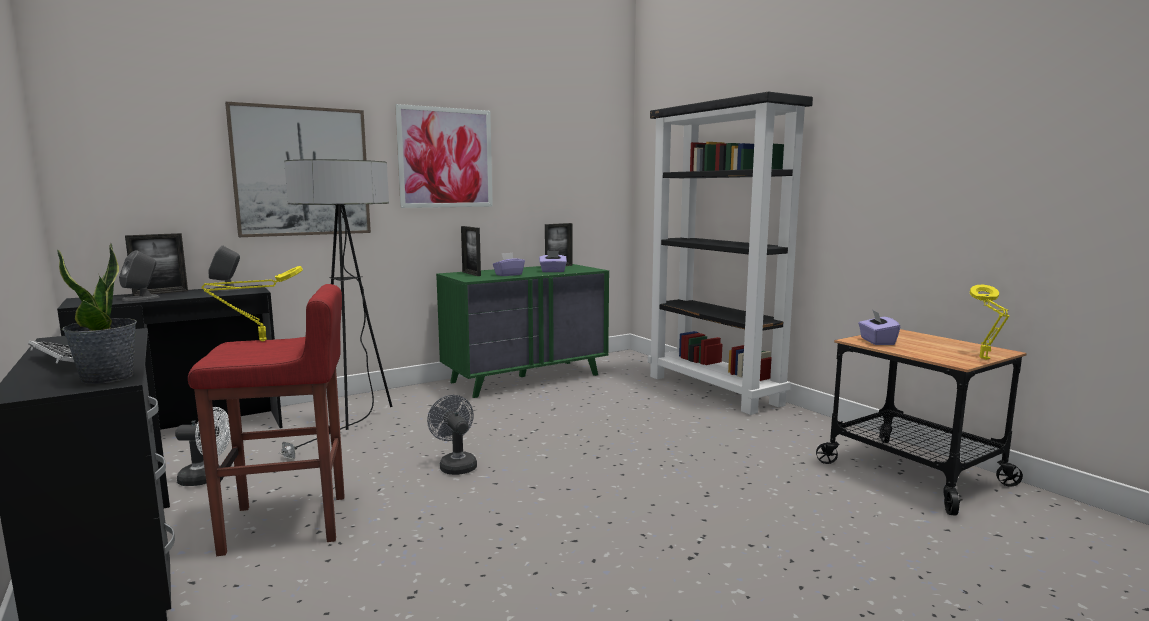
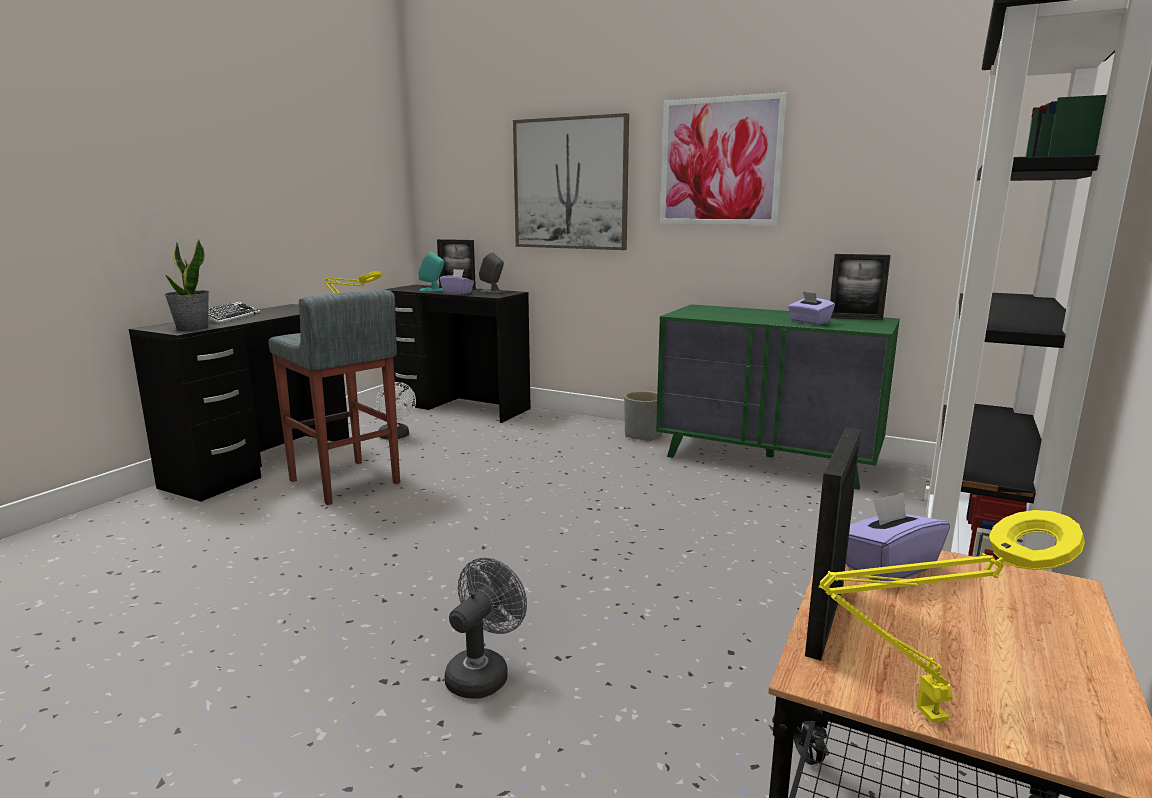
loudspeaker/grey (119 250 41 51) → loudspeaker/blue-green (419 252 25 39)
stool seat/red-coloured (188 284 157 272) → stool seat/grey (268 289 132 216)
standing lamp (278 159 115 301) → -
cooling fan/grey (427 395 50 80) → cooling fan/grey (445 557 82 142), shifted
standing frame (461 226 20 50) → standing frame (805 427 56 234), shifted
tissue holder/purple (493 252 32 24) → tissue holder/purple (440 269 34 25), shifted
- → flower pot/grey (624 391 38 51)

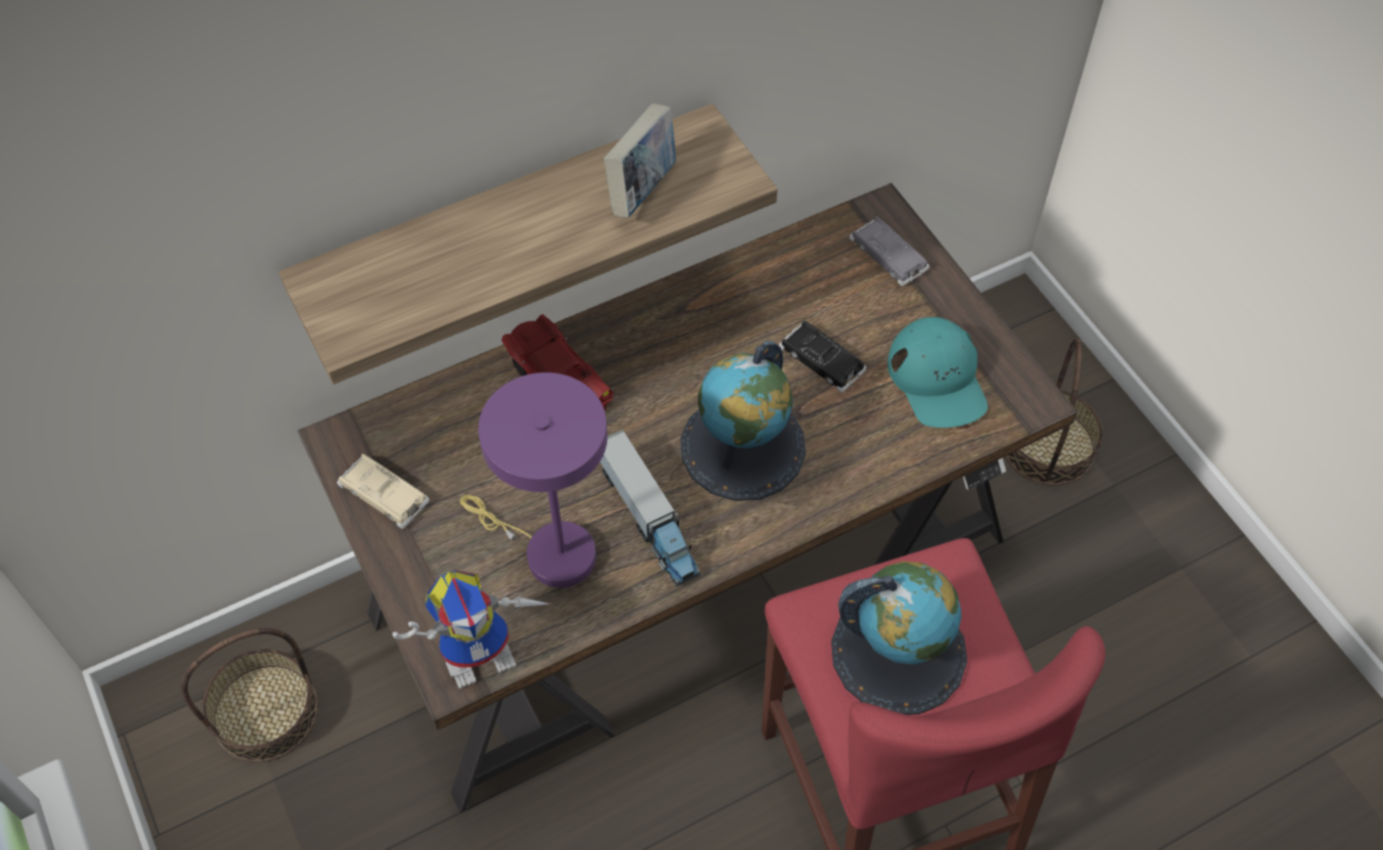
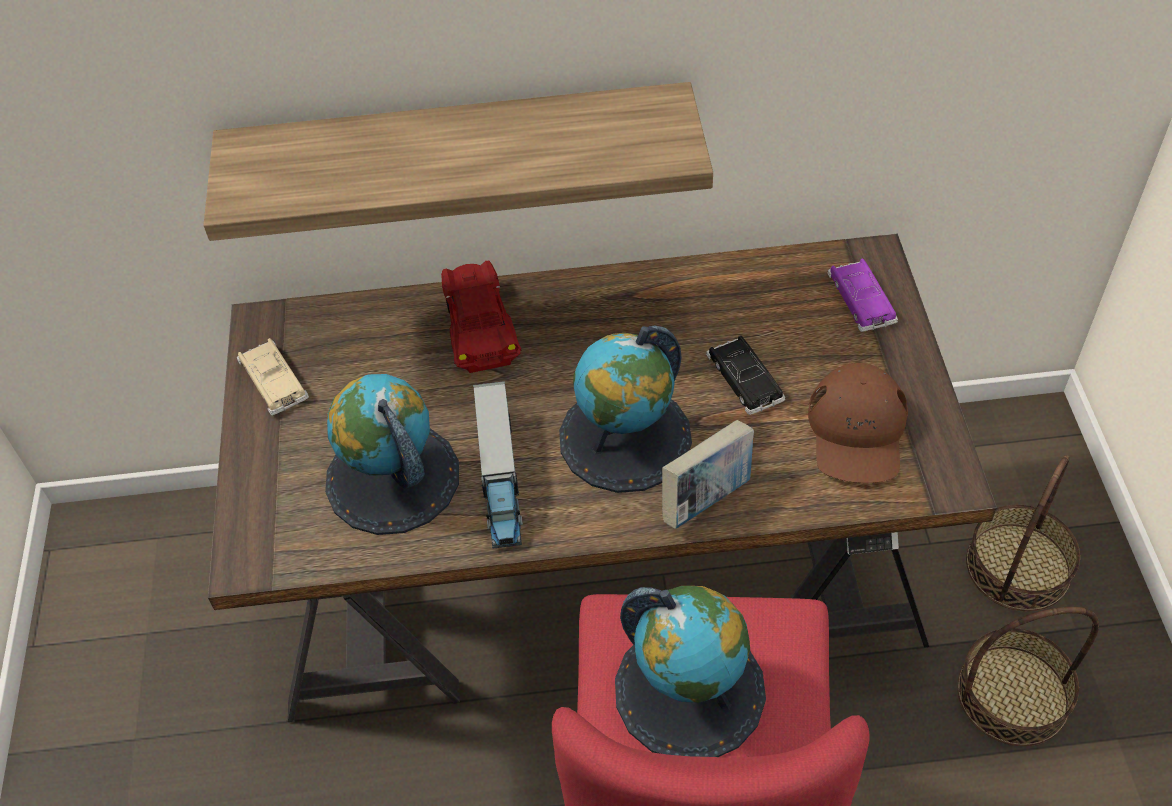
household basket (181 628 137 134) → household basket (957 607 142 139), shifted
toy robot (392 570 158 119) → -
table lamp/purple (460 372 147 216) → desk globe (325 374 134 161)
bound book (604 104 72 114) → bound book (662 420 92 109), shifted
miniature car/grey (849 217 80 69) → miniature car/purple (827 259 71 73)
baseball cap/blue-green (888 317 100 111) → baseball cap/brown (808 363 100 120)

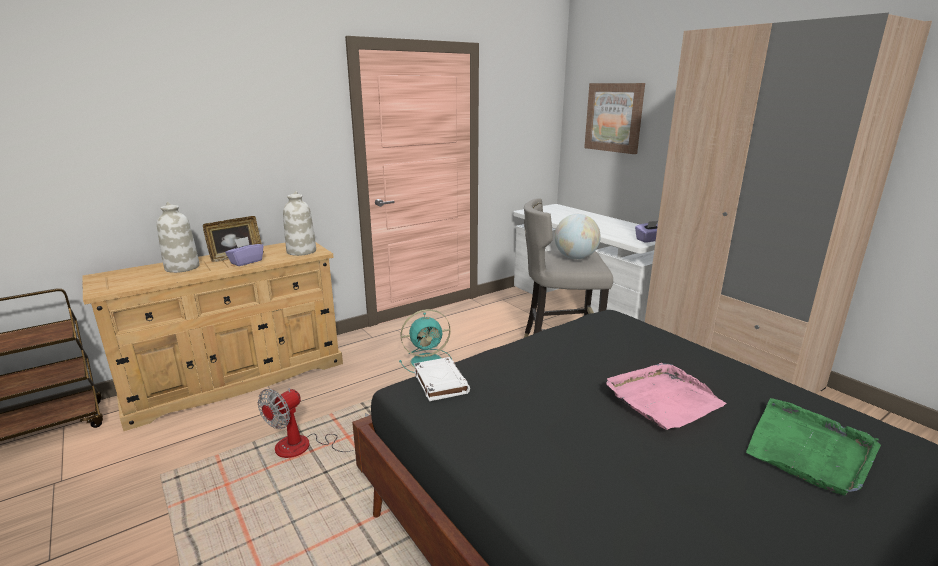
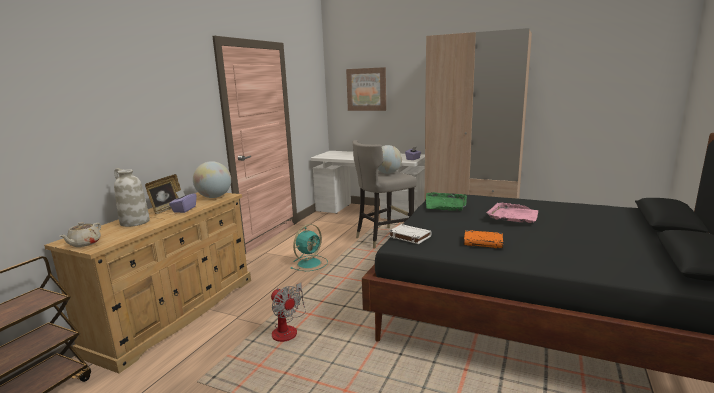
cooling fan (258 388 111 70) → cooling fan (271 283 35 59), 45 degrees counterclockwise
vase/white (283 191 33 65) → desk globe (193 161 38 37)
tray/green-coloured (746 398 135 98) → tray/green-coloured (426 192 41 19), shifted
- → pot for tea/beige (60 222 41 25)
- → bound book/orange (464 230 39 18)

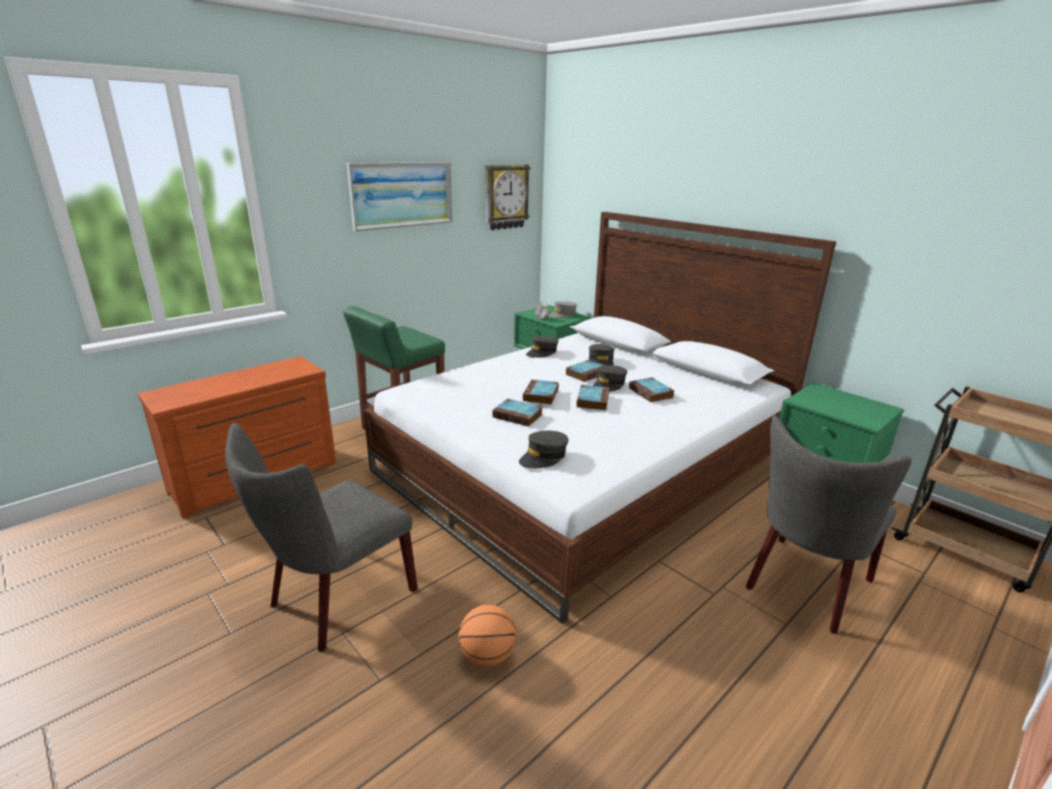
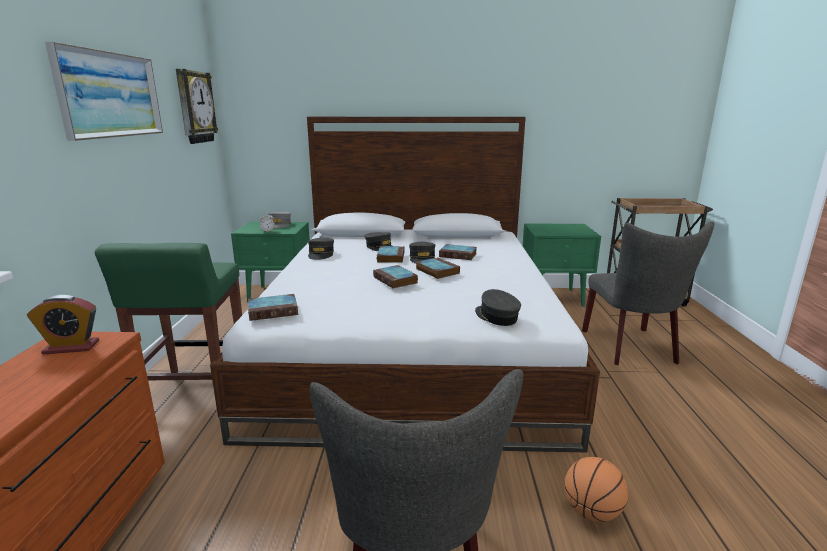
bound book (492 399 50 27) → bound book (248 294 50 27), shifted
baseball cap/grey (519 431 49 38) → baseball cap/grey (475 289 46 37), 150 degrees clockwise
- → bedside clock (27 295 72 59)

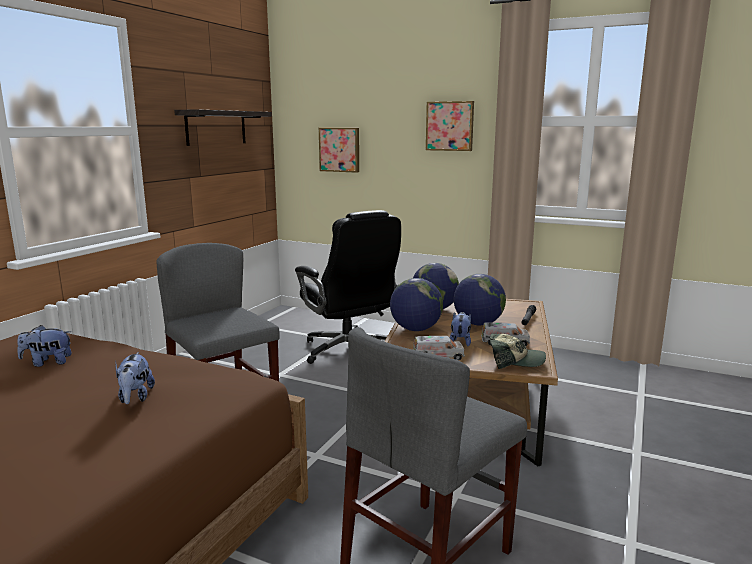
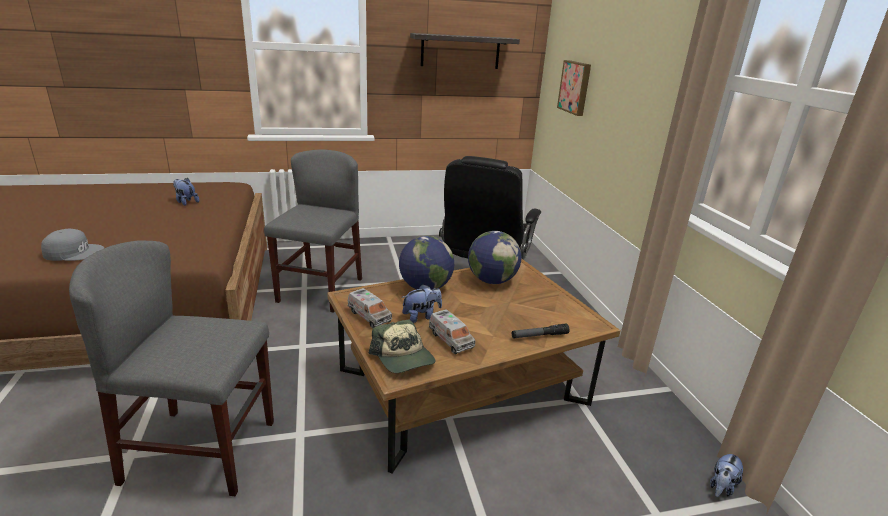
soft toy (116 352 39 52) → soft toy (710 454 33 43), shifted
picture (426 101 48 50) → -
desk globe (454 274 52 51) → -
- → baseball cap/grey (41 229 63 32)

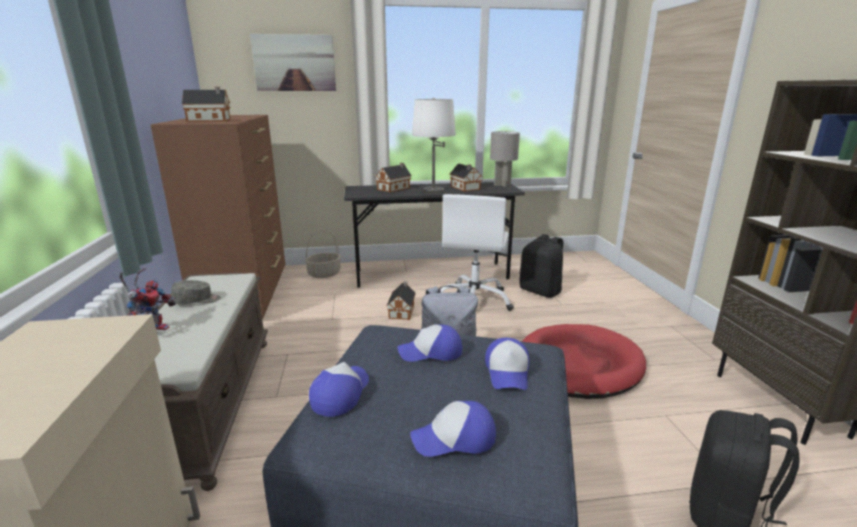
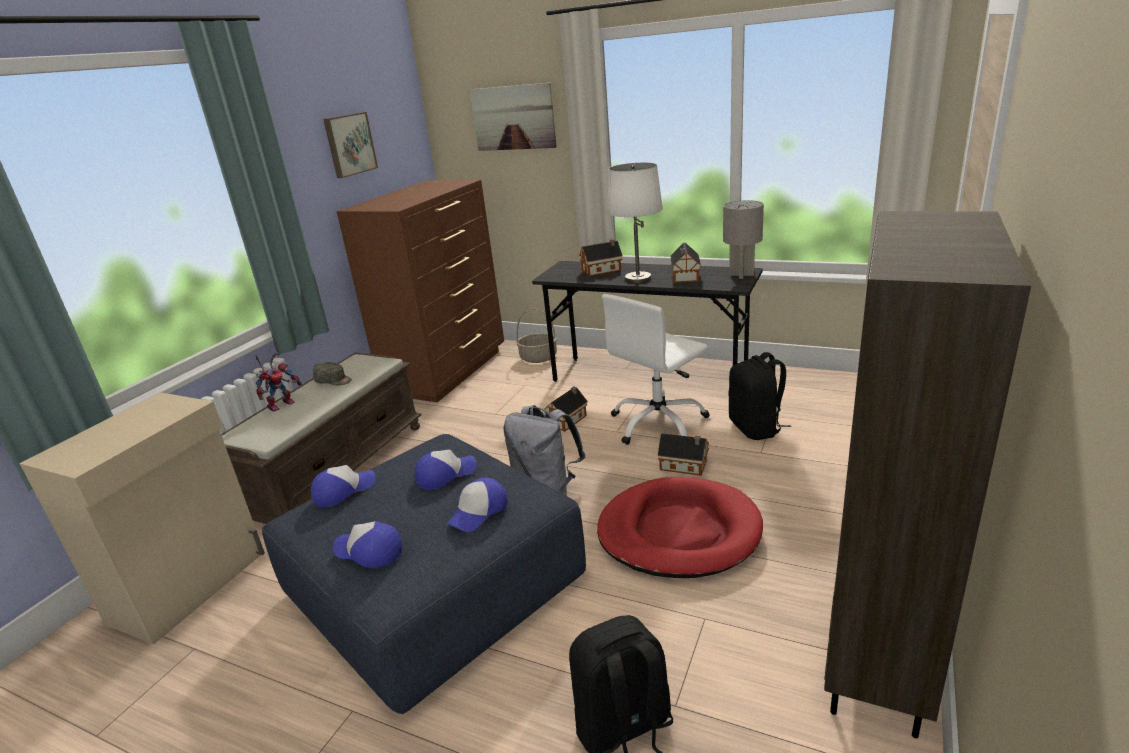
miniature house (182 87 49 35) → miniature house (658 434 51 42), shifted
baseball cap (398 324 64 38) → baseball cap (414 449 63 41), 120 degrees clockwise
- → picture (323 112 55 66)

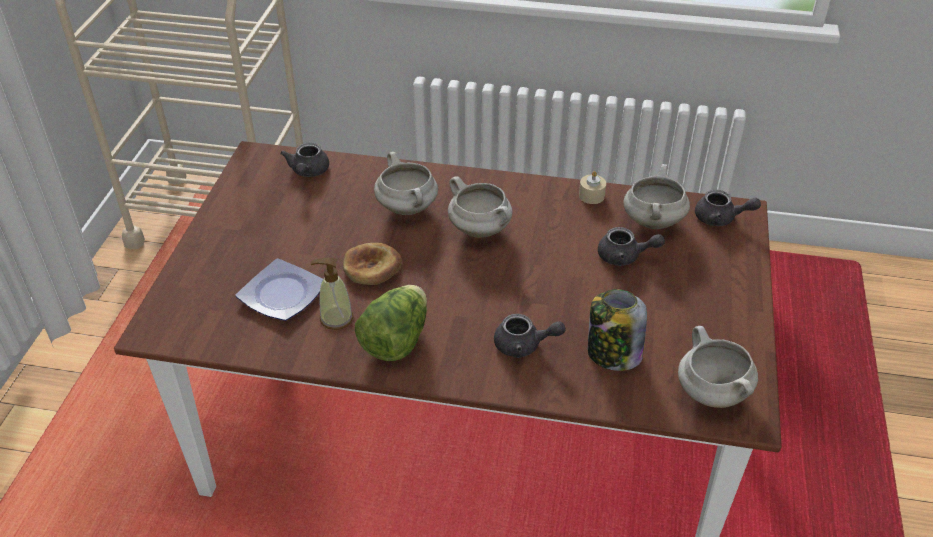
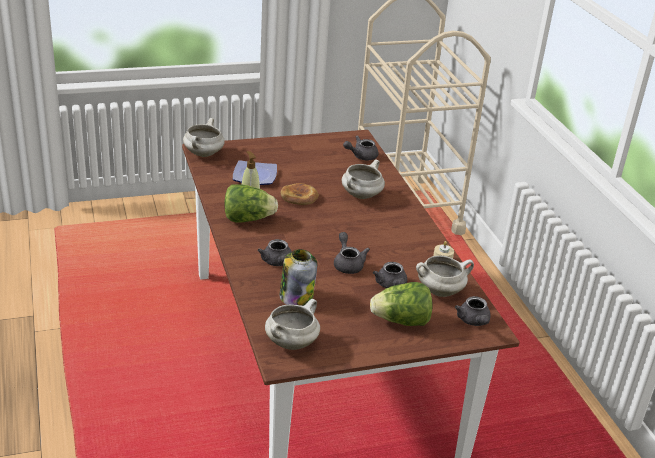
stockpot/white (448 176 65 62) → stockpot/white (183 118 42 39), shifted
- → pot for tea/grey (334 232 36 42)
- → lettuce head (370 282 63 44)

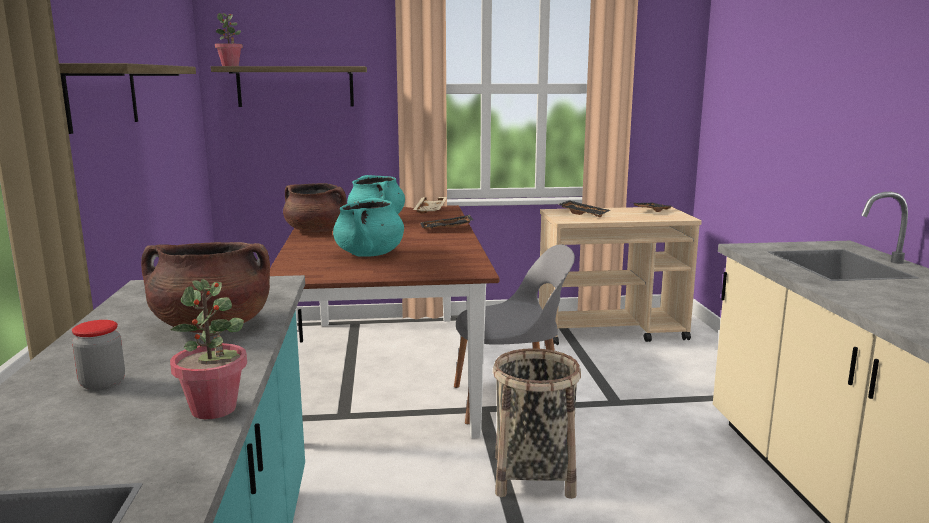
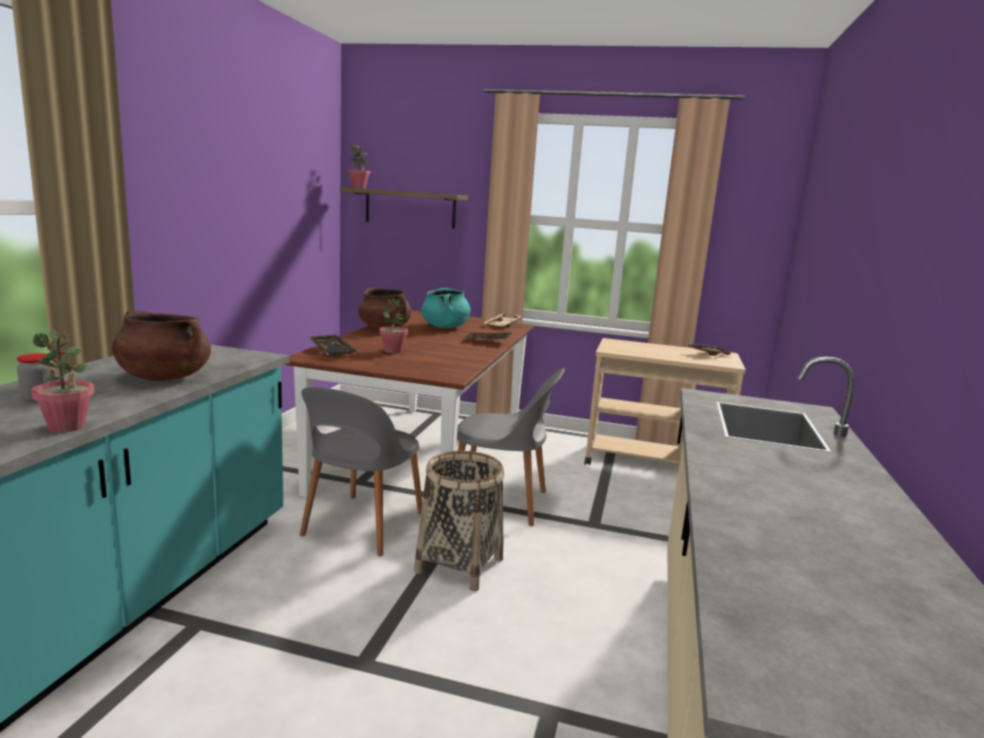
bracket shelf (59 63 137 71) → -
stockpot/blue-green (333 198 71 59) → houseplant (379 297 29 56)
tray/blackish (558 200 52 18) → tray/blackish (309 335 48 23), shifted
- → chair/grey (300 387 122 169)

